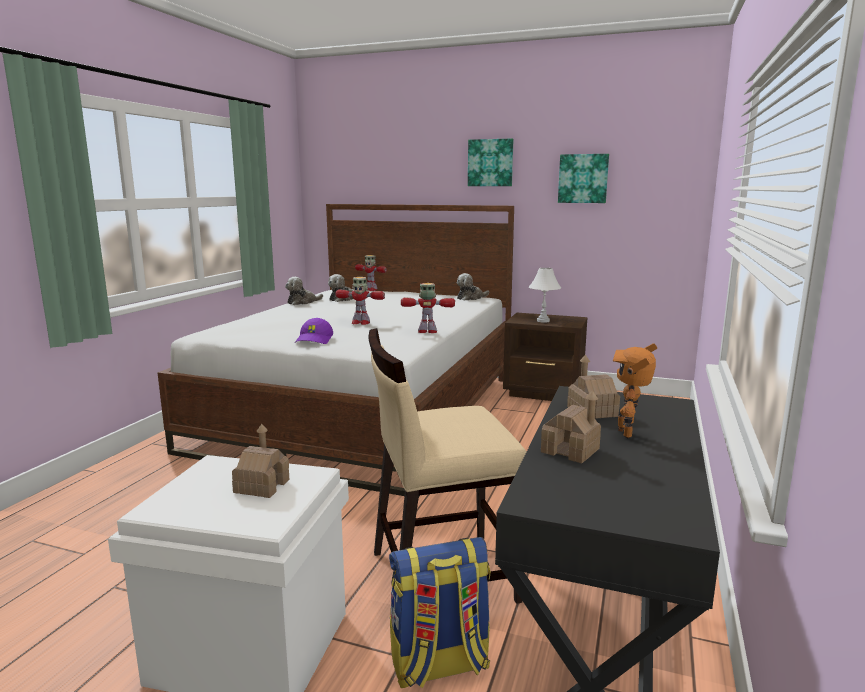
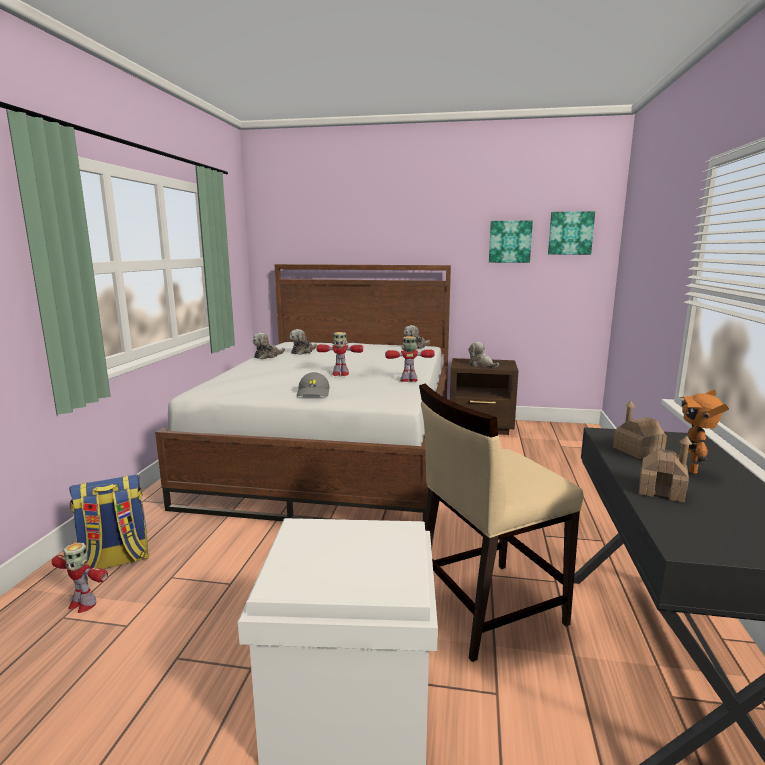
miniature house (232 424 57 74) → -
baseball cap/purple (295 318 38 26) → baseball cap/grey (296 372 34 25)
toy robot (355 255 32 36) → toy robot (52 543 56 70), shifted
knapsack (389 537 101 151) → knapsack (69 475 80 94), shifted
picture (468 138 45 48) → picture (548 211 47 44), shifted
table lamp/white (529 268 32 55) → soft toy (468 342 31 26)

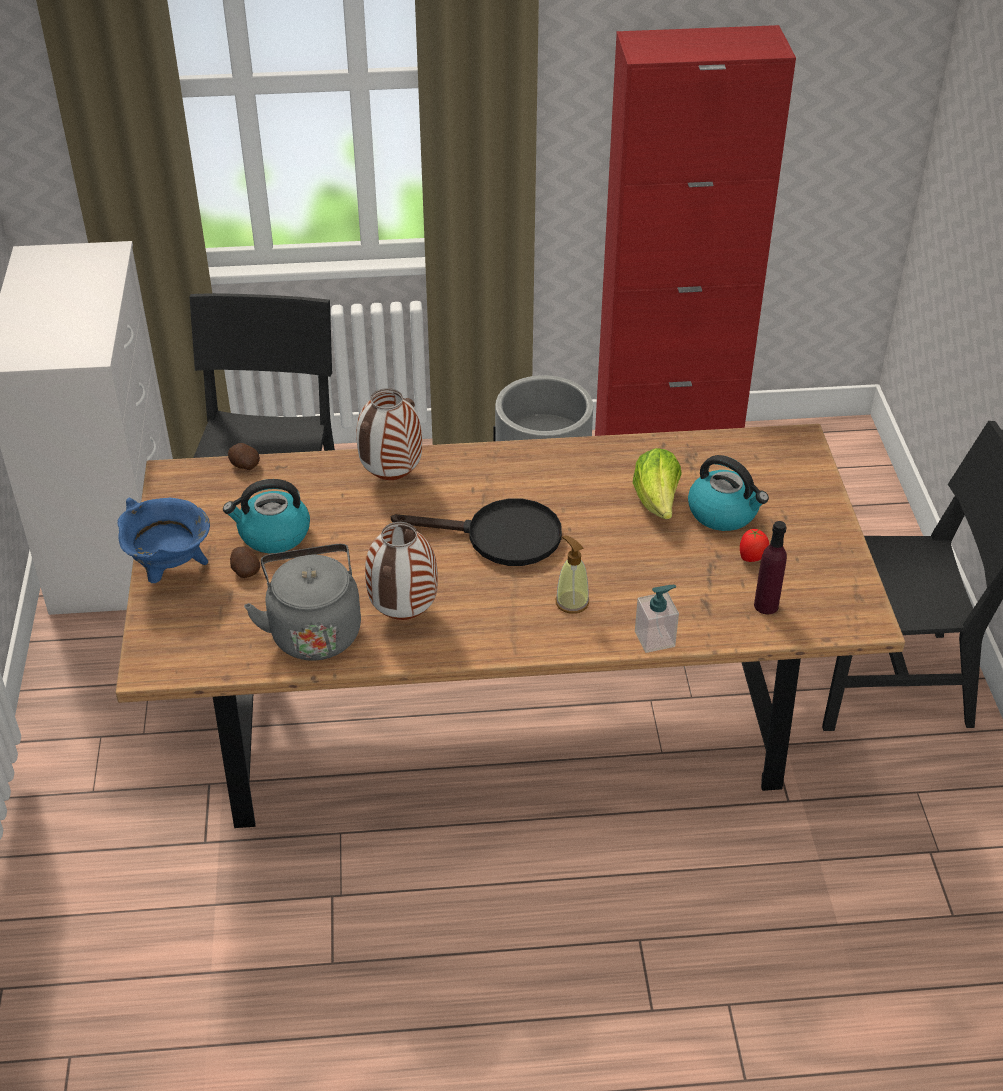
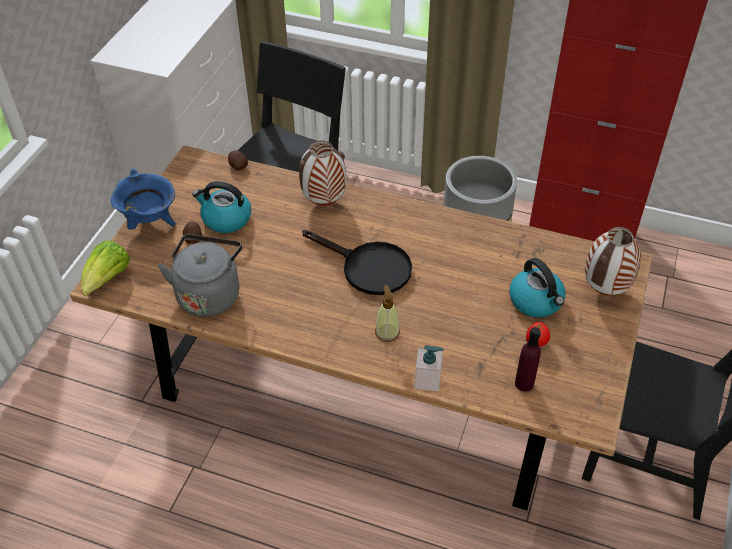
vase (365 522 73 98) → vase (585 227 56 69), shifted
lettuce head (633 448 49 71) → lettuce head (81 240 49 56), shifted

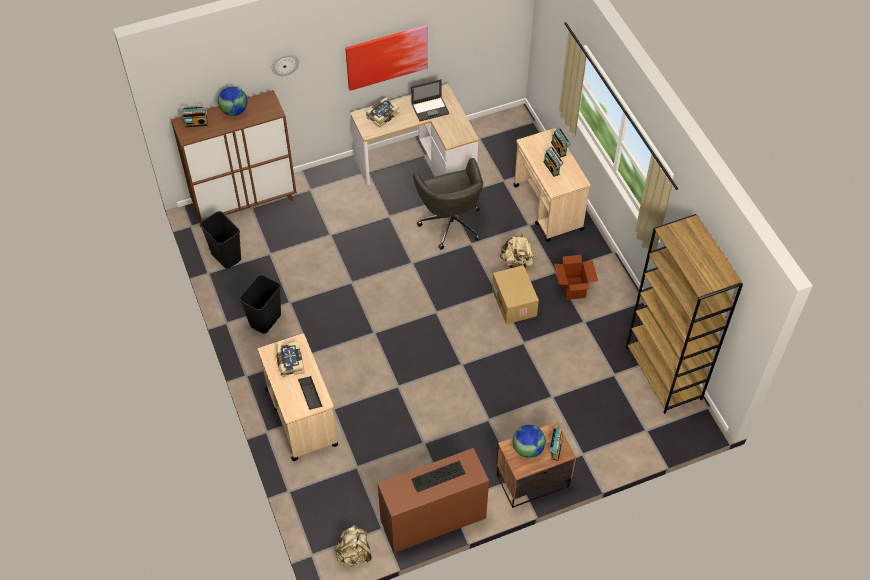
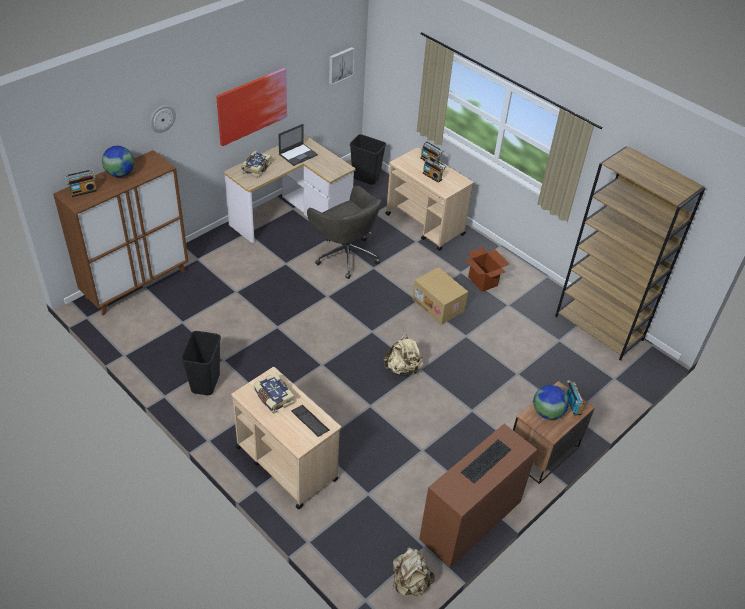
rubbish bin/blackish (200 211 41 58) → rubbish bin/blackish (350 134 36 51), shifted
knapsack/beige (500 233 34 36) → knapsack/beige (384 334 39 42), shifted
- → picture (329 47 26 38)

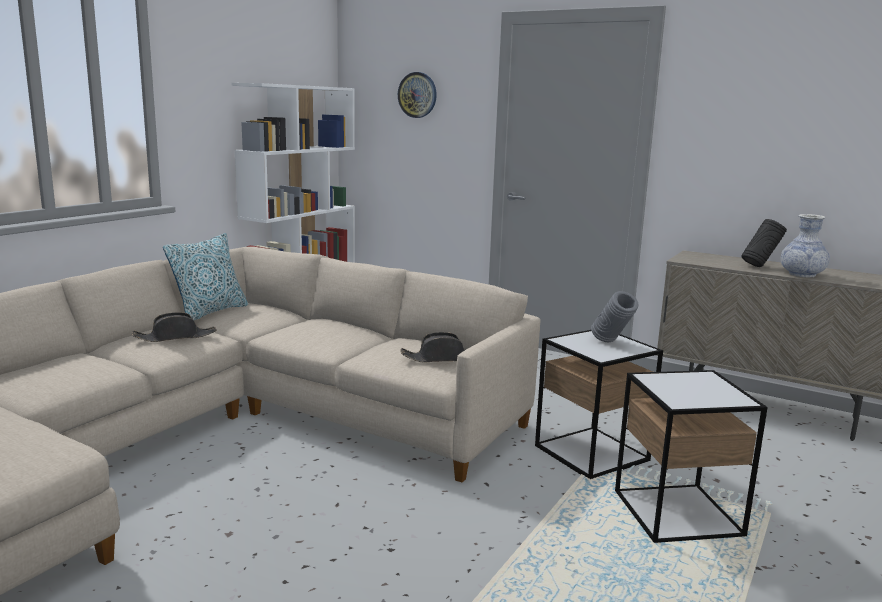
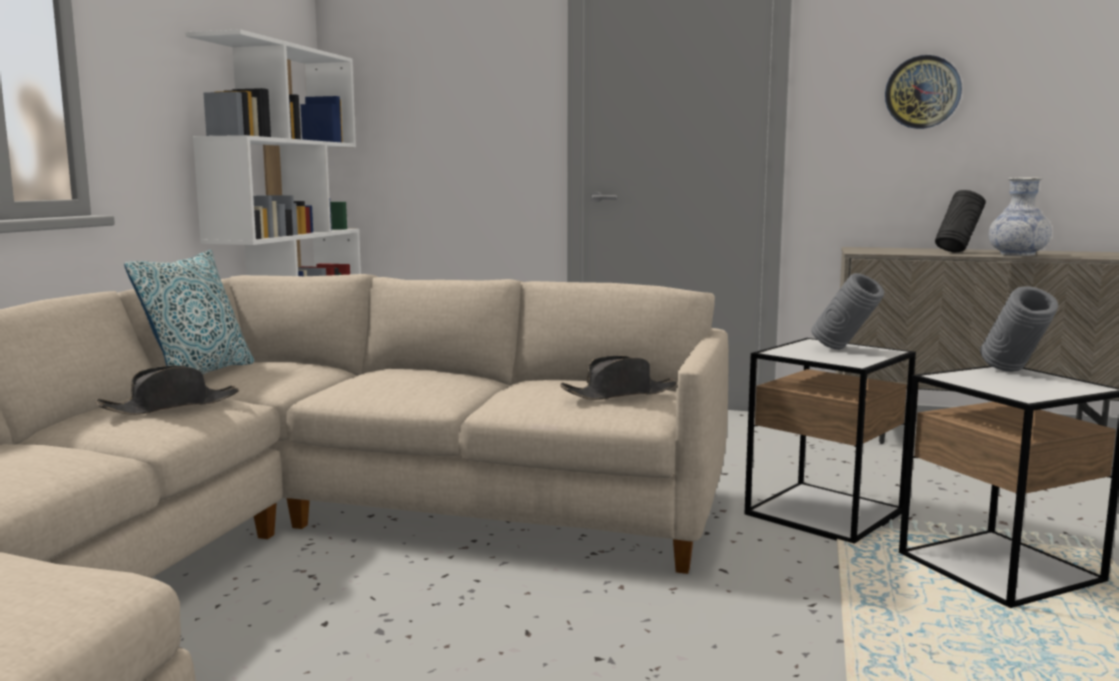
clock on the wall (398 72 39 46) → clock on the wall (885 55 77 74), shifted
- → vase/grey (980 286 78 86)

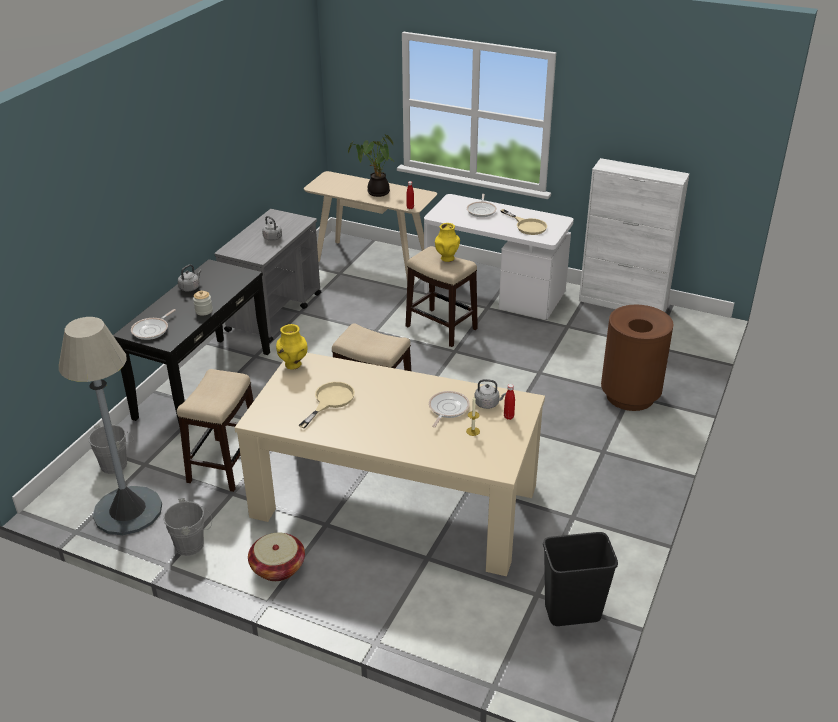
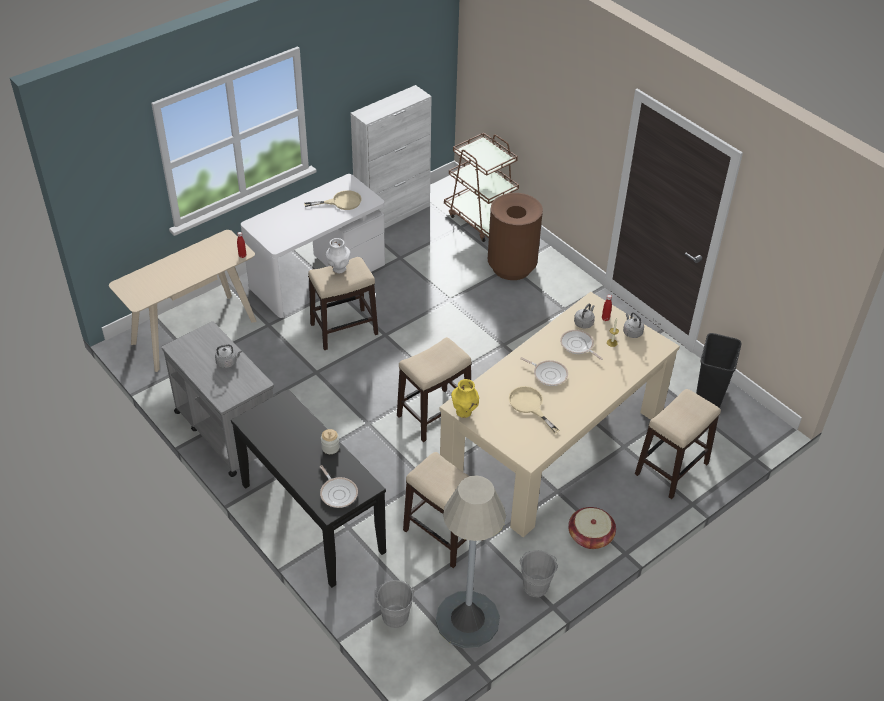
kettle/grey (178 264 23 27) → kettle/grey (623 312 21 26), shifted
houseplant (348 134 46 63) → -
vase/yellow-coloured (435 223 25 39) → vase/white (326 238 24 35)
frying pan (467 194 30 23) → frying pan (520 357 48 29), shifted
- → cart/brown (444 132 75 110)
- → stool seat (635 389 86 110)

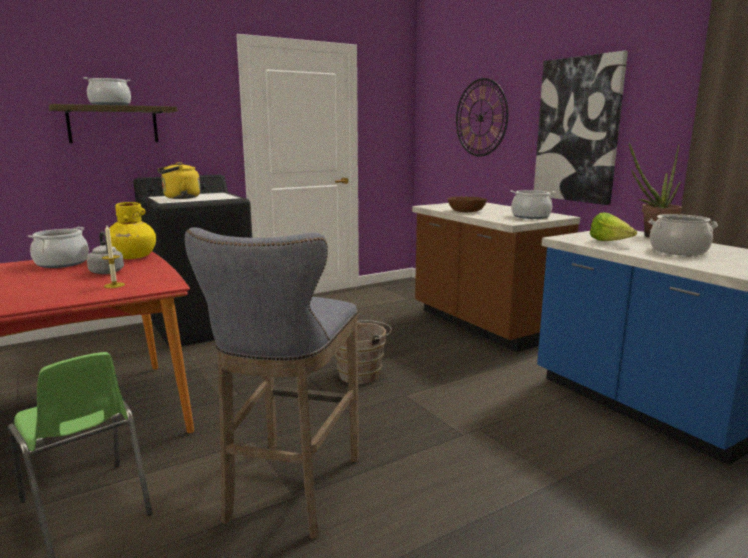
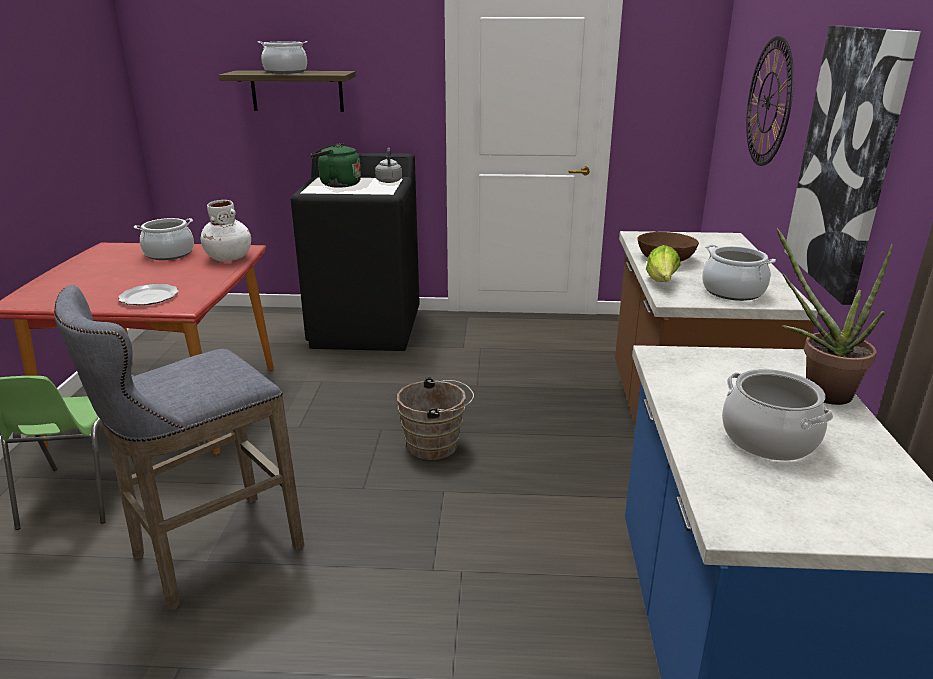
kettle/grey (87 232 37 42) → kettle/grey (375 148 27 35), shifted
wax light (102 225 23 63) → dinner plate (118 284 61 21)
vase/yellow-coloured (109 202 47 57) → vase/white (201 200 50 61)
kettle/yellow-coloured (157 162 43 37) → kettle/green-coloured (310 143 51 45)
lettuce head (590 212 47 29) → lettuce head (646 245 34 37), shifted

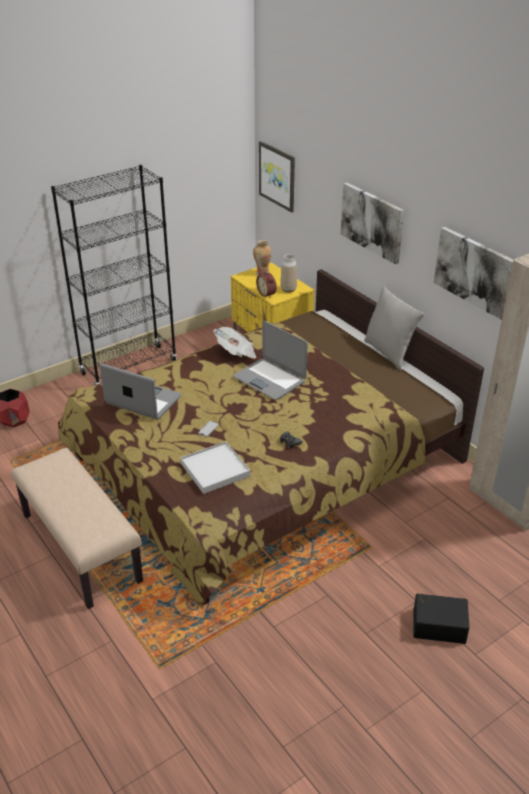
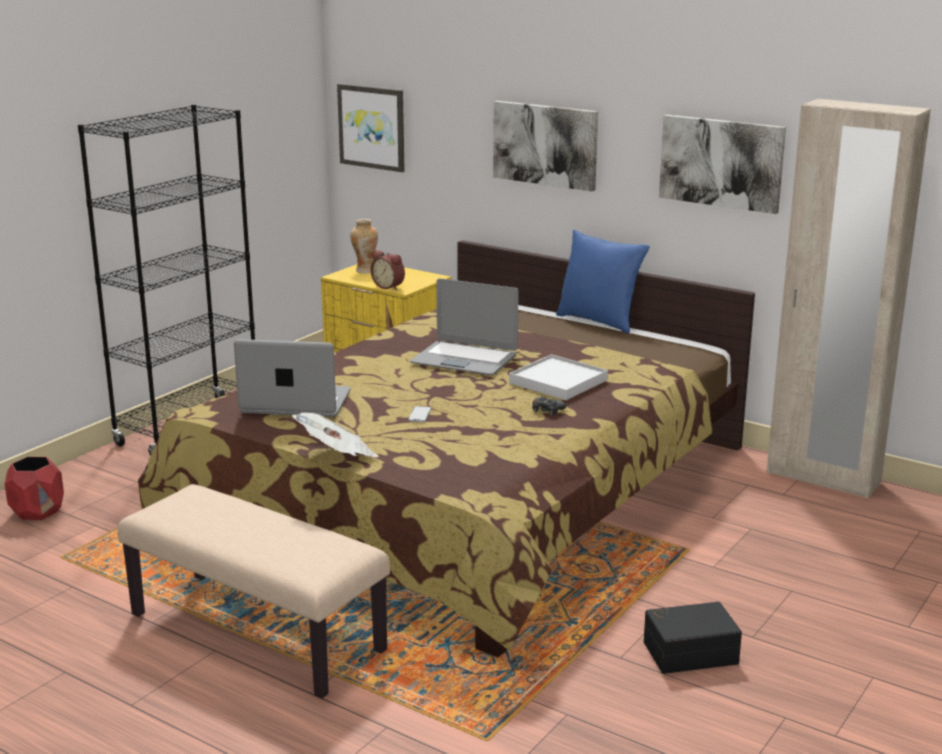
tray/white (180 442 70 52) → tray/white (509 354 99 46), shifted
daily paper (213 327 43 31) → daily paper (292 413 86 44), shifted
vase (280 254 17 39) → -
pillow/grey (364 286 60 84) → pillow/bluish (556 230 94 104)
storage bin/blackish (413 593 56 51) → storage bin/blackish (644 602 98 72), shifted

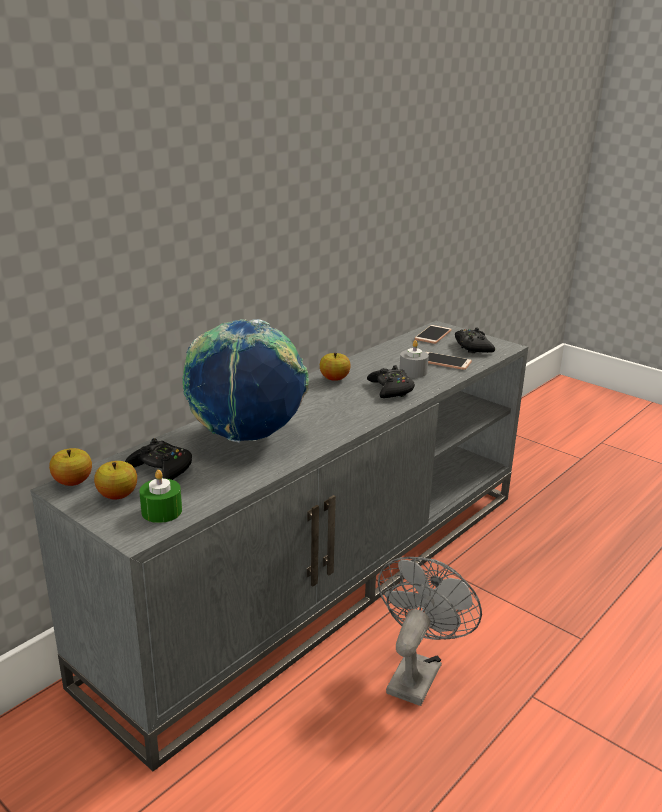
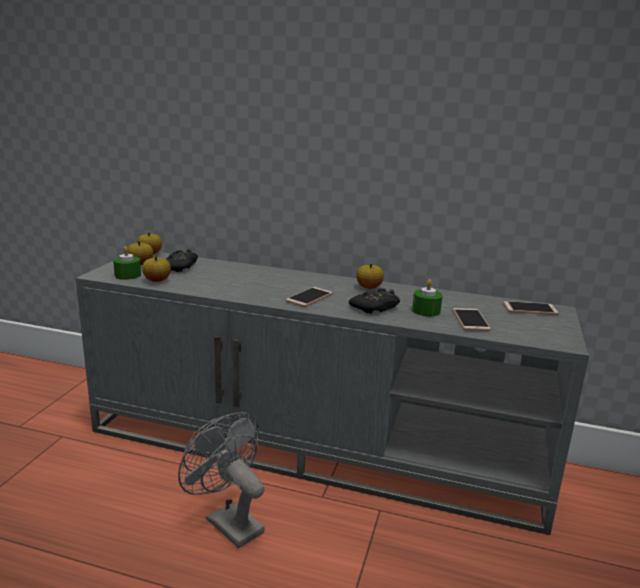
desk globe (182 319 127 124) → -
cooling fan/grey (378 557 104 149) → cooling fan/grey (178 412 87 136), 135 degrees counterclockwise
wax light/grey (399 340 30 38) → wax light/green-coloured (412 279 31 38)
game controller/blackish (455 327 40 26) → -
- → whole apple (142 257 29 25)
- → phone (285 287 48 20)

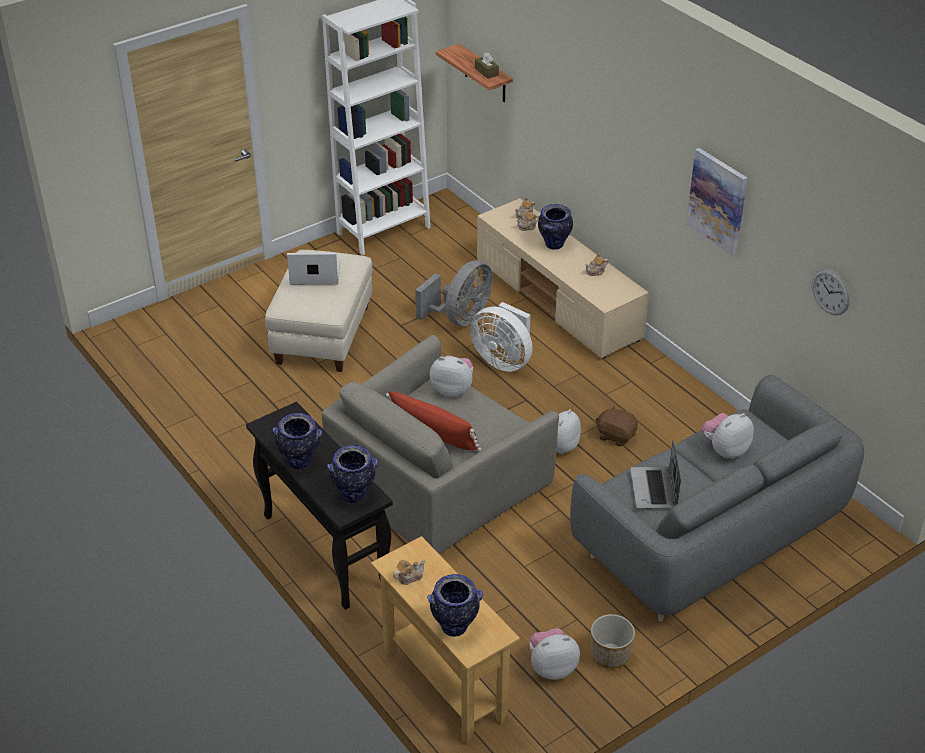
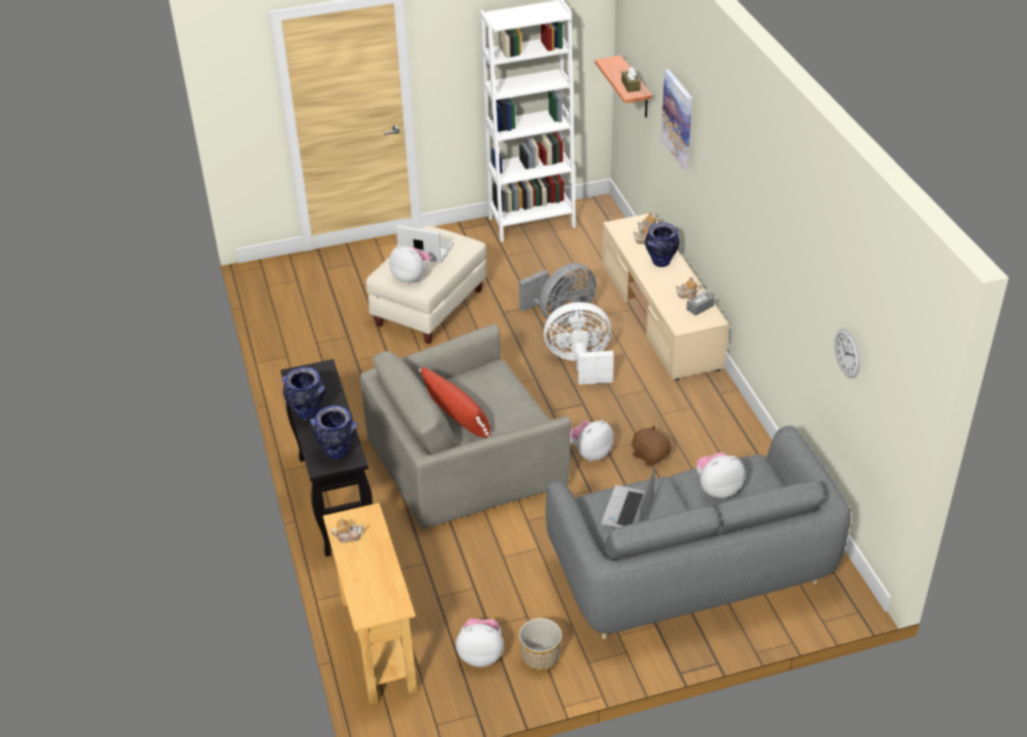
vase (427 574 56 63) → -
soft toy (430 355 43 42) → soft toy (389 245 42 39), shifted
cooling fan/white (470 302 63 70) → cooling fan/white (544 302 70 83), 120 degrees clockwise
picture (686 148 62 108) → picture (661 70 31 99), shifted
- → tissue holder/grey (686 291 28 25)

